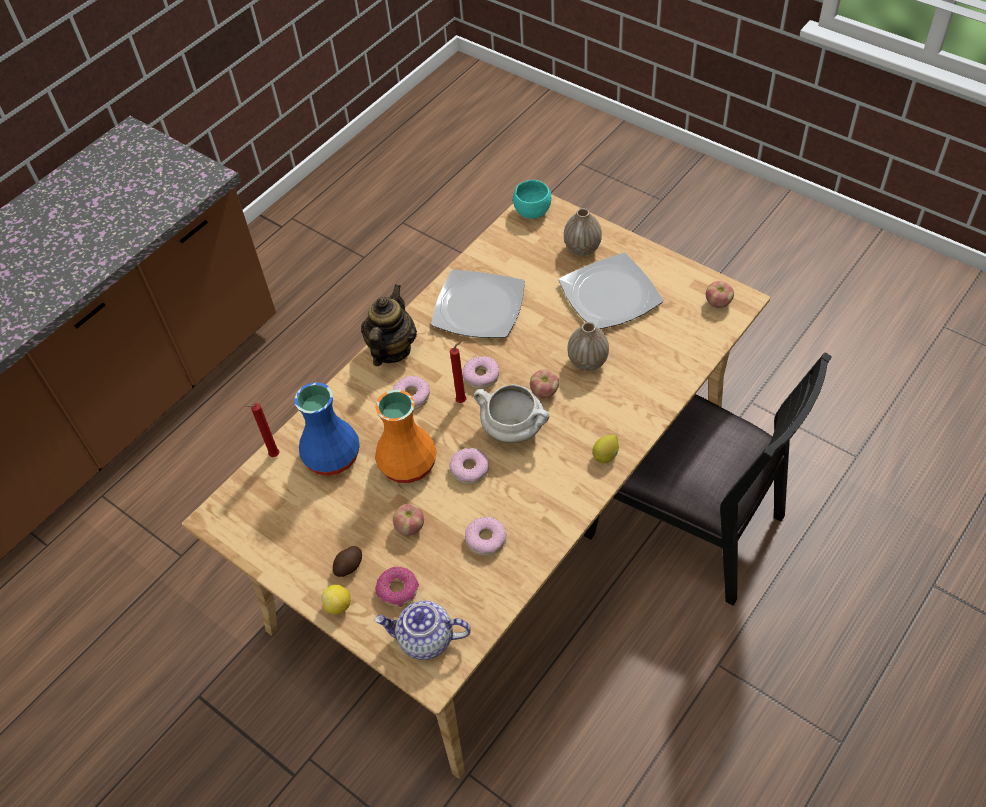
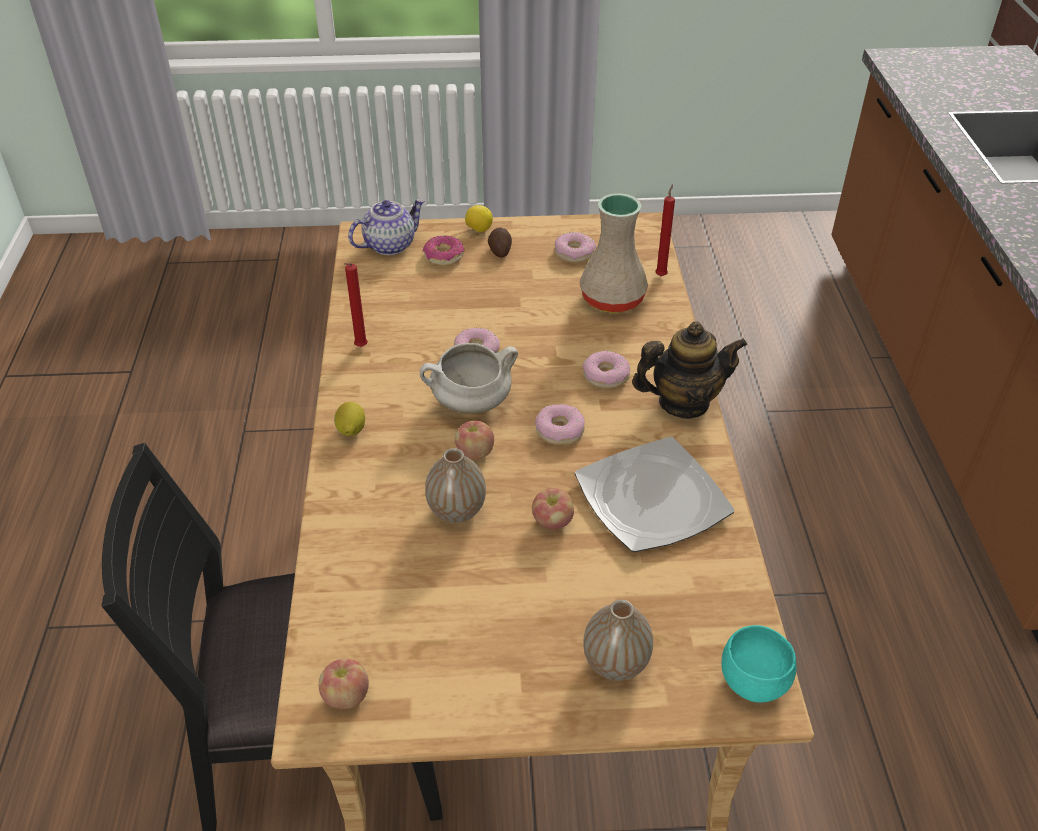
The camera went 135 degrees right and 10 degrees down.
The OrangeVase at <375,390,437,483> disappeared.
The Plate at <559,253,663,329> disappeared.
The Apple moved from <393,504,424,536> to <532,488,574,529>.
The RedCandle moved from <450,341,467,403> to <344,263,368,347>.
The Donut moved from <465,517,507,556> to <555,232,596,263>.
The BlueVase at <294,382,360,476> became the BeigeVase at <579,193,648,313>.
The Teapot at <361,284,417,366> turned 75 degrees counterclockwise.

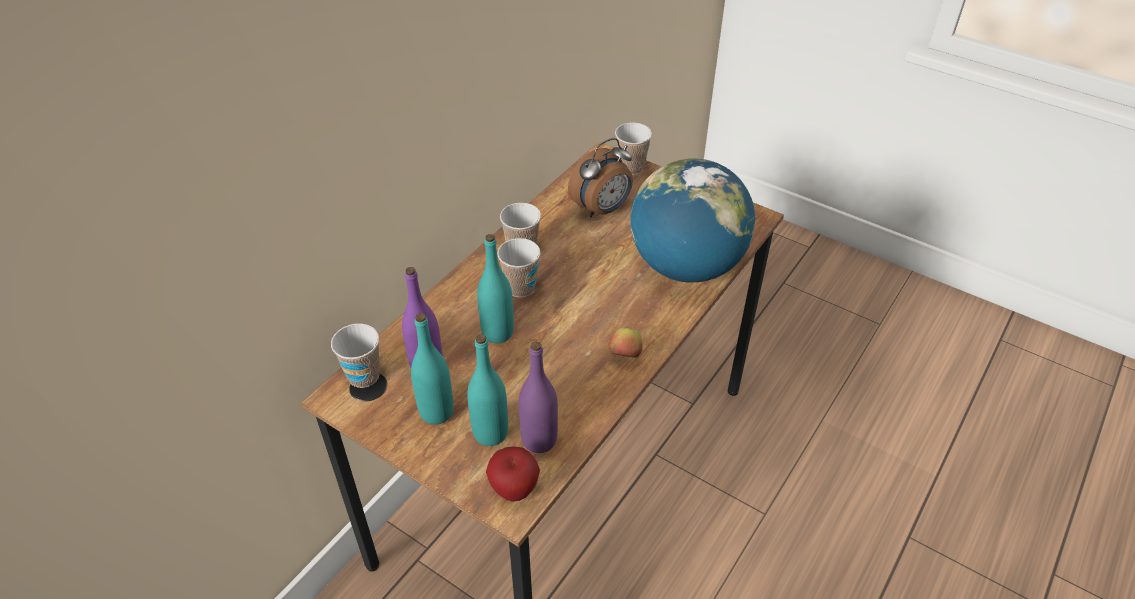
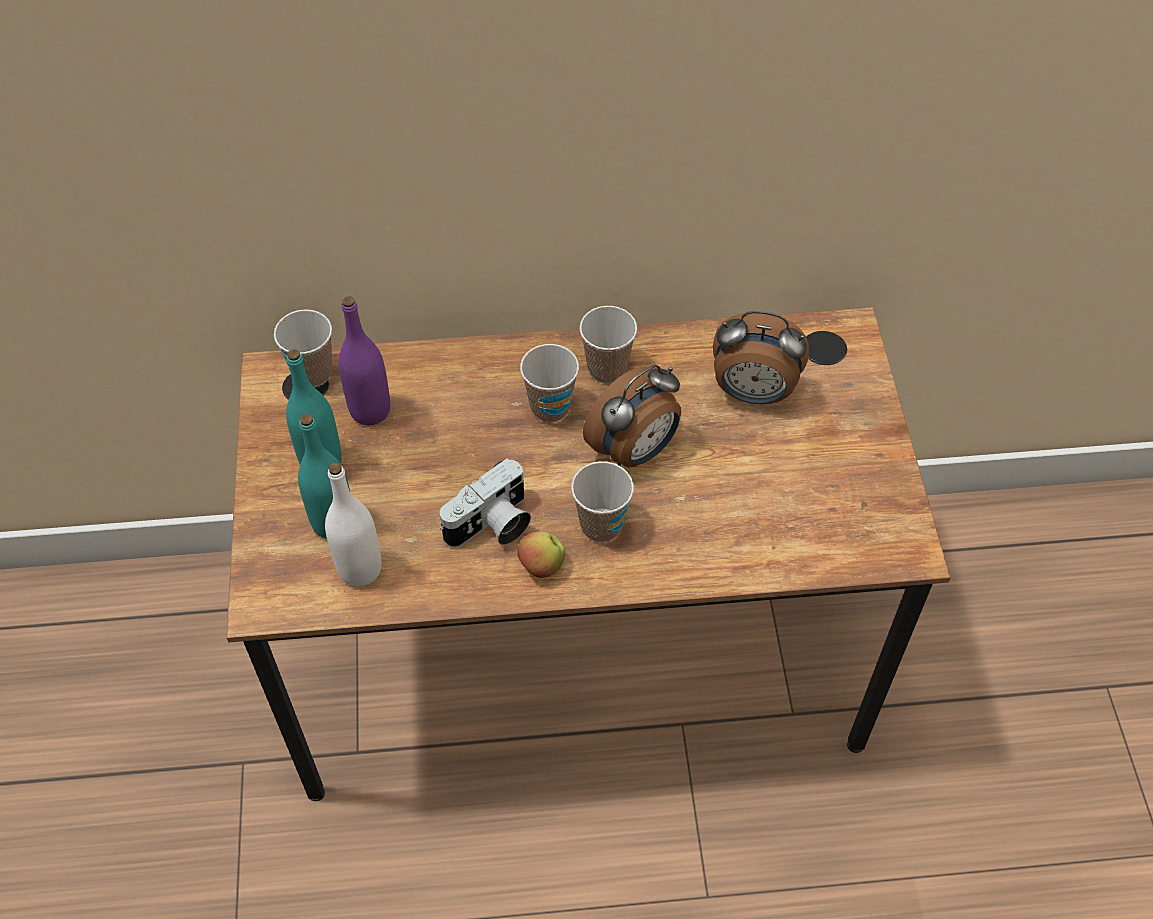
The camera went 50 degrees right and 10 degrees up.
The TurquoiseBottle at <477,234,514,343> disappeared.
The Apple at <486,446,540,502> disappeared.
The Globe at <630,158,755,282> disappeared.
The PhotoCamera at <440,458,531,548> appeared.
The AlarmClock at <583,365,681,468> appeared.
The Cup moved from <615,123,652,175> to <571,461,634,542>.
The PurpleBottle at <519,341,558,453> became the WhiteBottle at <325,462,382,587>.

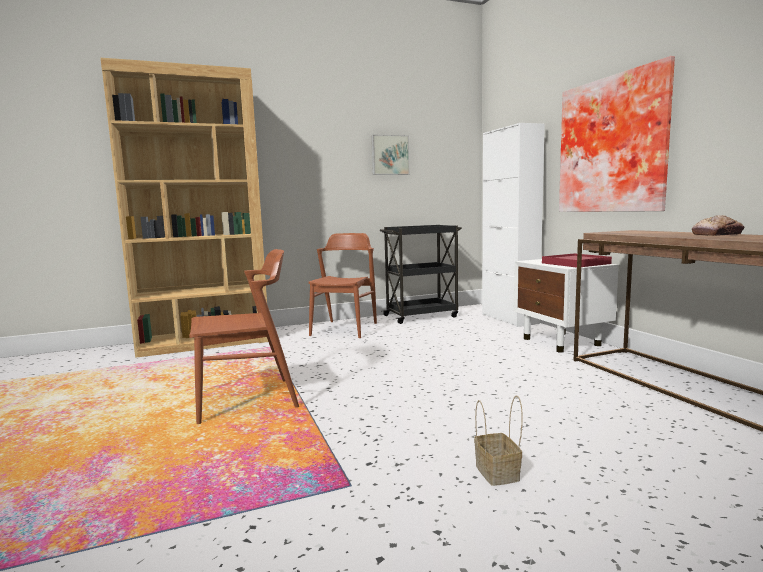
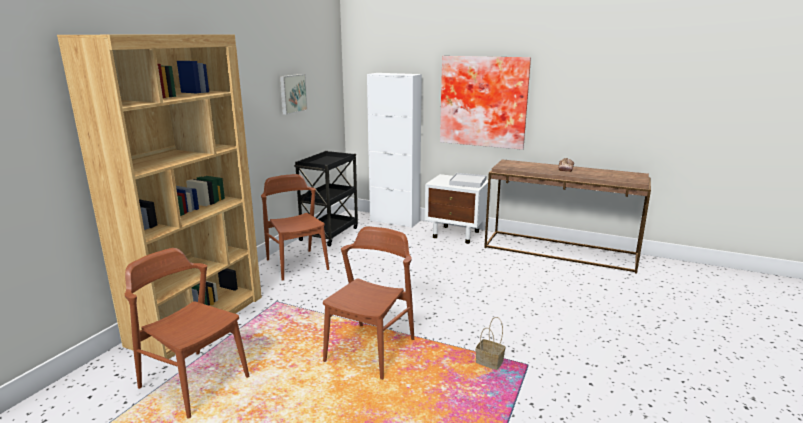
The camera went 45 degrees left and 10 degrees up.
The BrownChair at <125,248,249,418> appeared.
The Basket moved from <474,396,523,486> to <476,317,505,370>.
The RedTray at <542,253,612,268> became the WhiteTray at <449,173,486,188>.

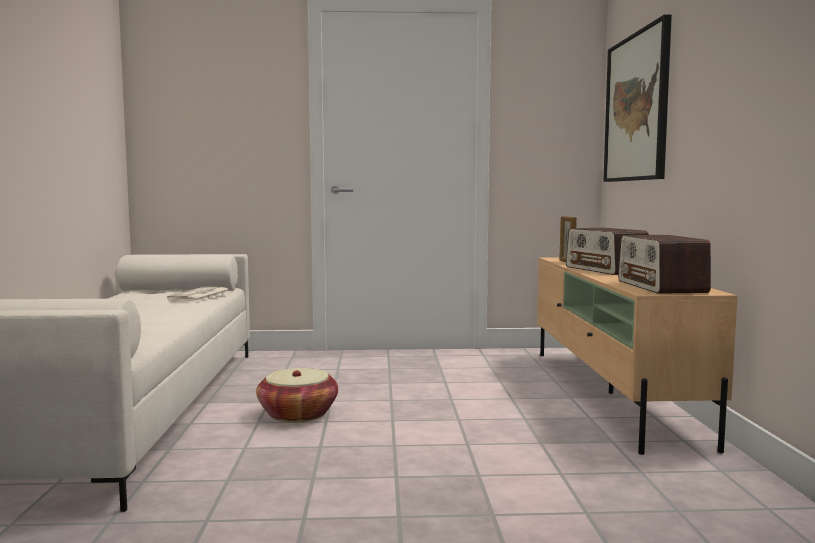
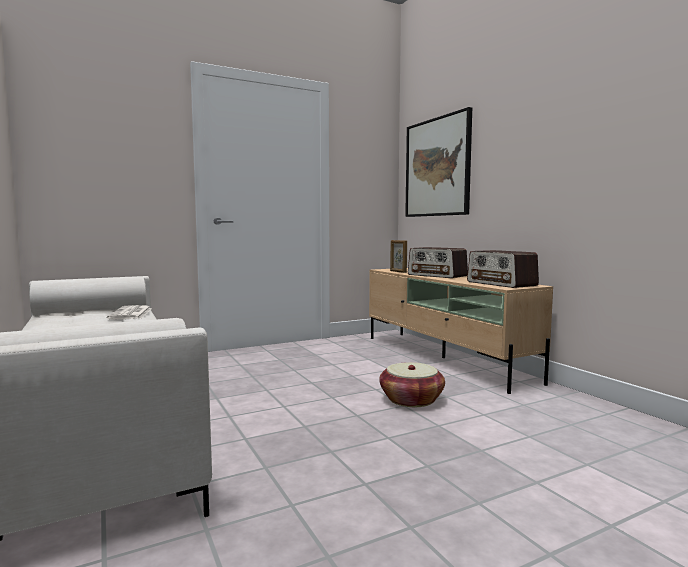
The camera went 25 degrees left and 0 degrees up.
The Basket moved from <256,368,338,422> to <379,362,445,407>.

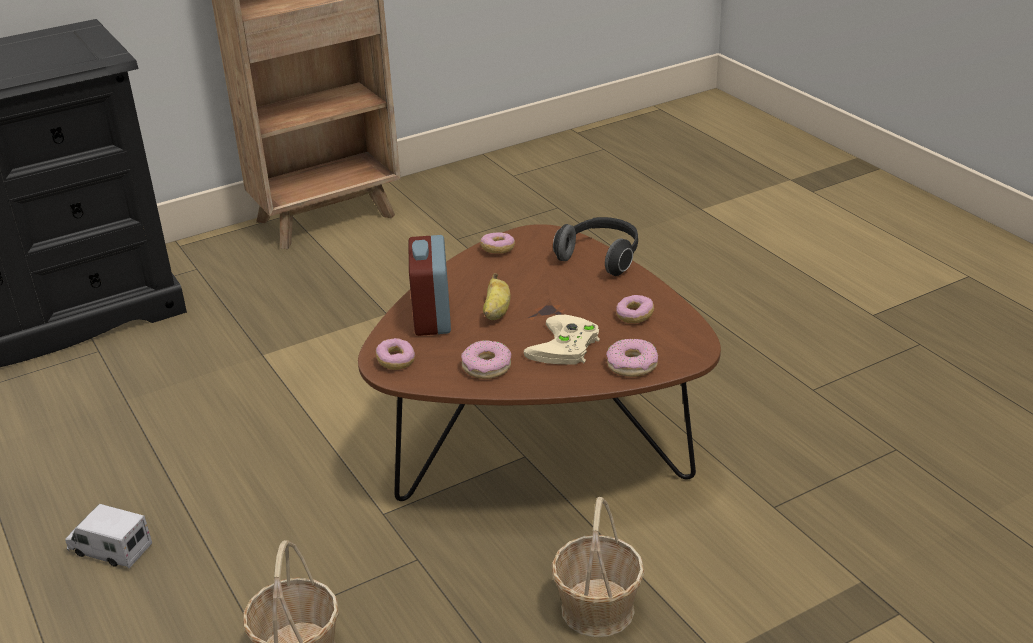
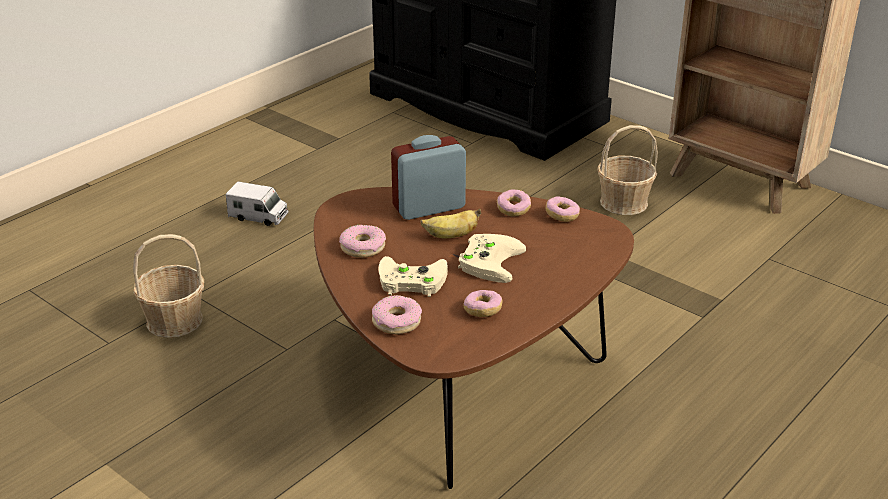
The camera went 70 degrees right and 0 degrees up.
The Headphones at <553,217,638,276> disappeared.
The BeigeGameController at <458,234,526,283> appeared.
The Donut moved from <376,338,415,370> to <497,189,531,217>.
The Basket moved from <552,497,645,637> to <597,125,658,215>.
The ToyTruck at <65,504,152,569> turned 105 degrees clockwise.

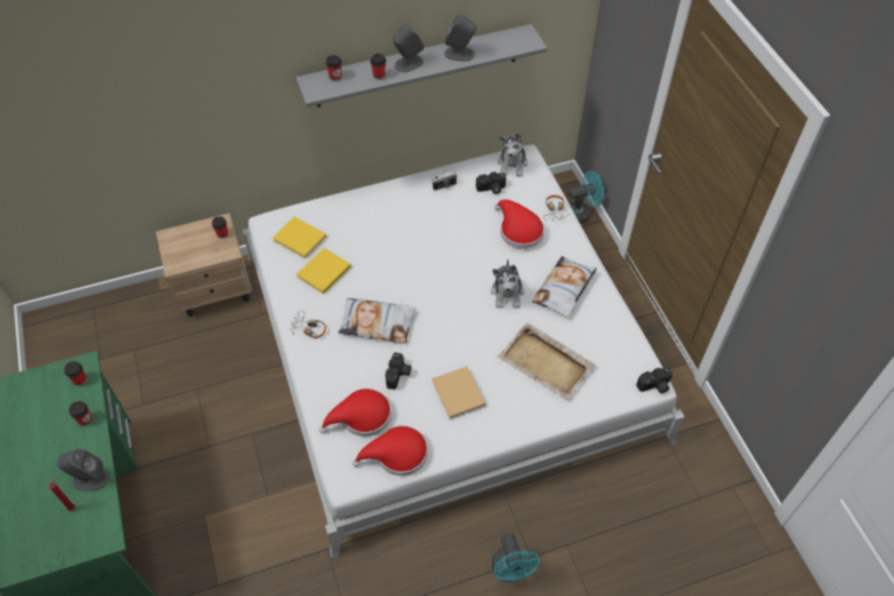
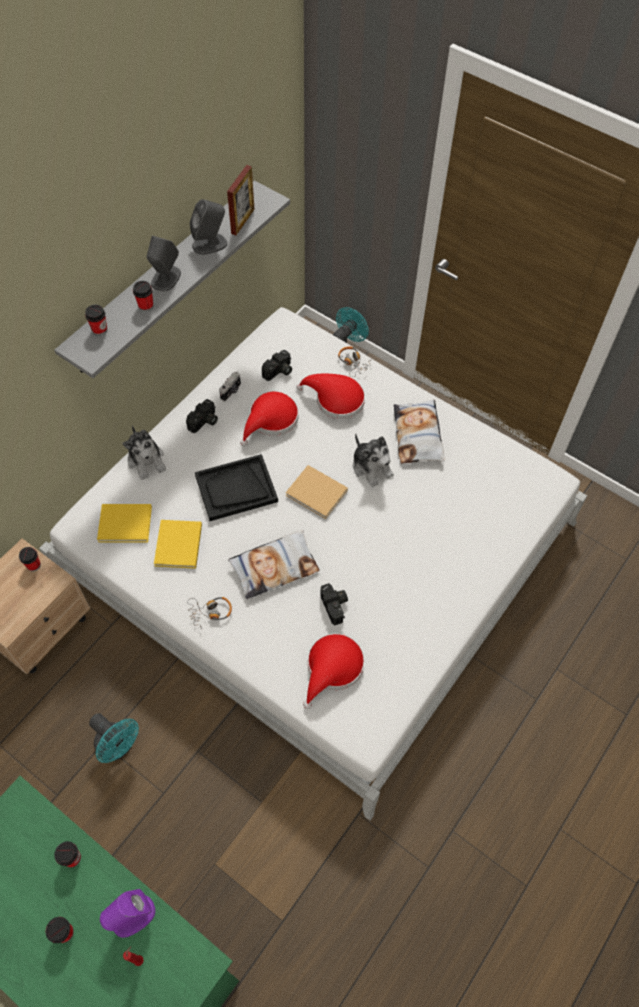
The camera went 35 degrees left and 5 degrees up.
The BeigeTray at <497,323,595,400> disappeared.
The BlackTray at <195,454,278,521> appeared.
The PictureFrame at <227,165,255,235> appeared.
The Cup moved from <64,361,87,386> to <46,917,74,943>.
The RedHat moved from <352,426,428,476> to <240,392,299,446>.
The BeigeBook moved from <432,366,486,419> to <285,465,348,519>.
The TurquoiseFan moved from <492,533,540,582> to <89,713,139,763>.
The PlushToy moved from <498,133,528,177> to <122,425,166,480>.
The PhotoCamera moved from <636,367,673,394> to <186,399,218,433>.
The GreySpeaker at <57,449,109,491> became the PurpleSpeaker at <100,889,155,938>.

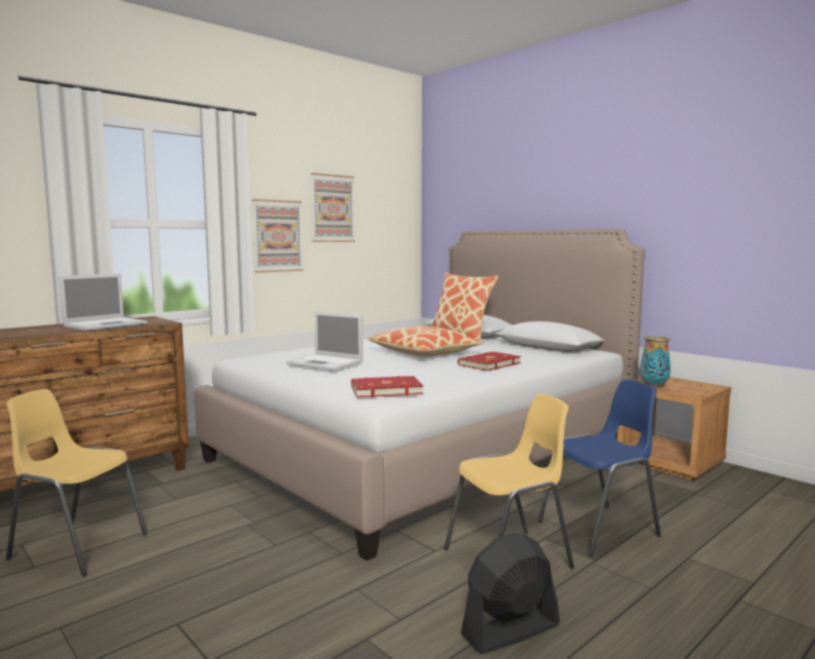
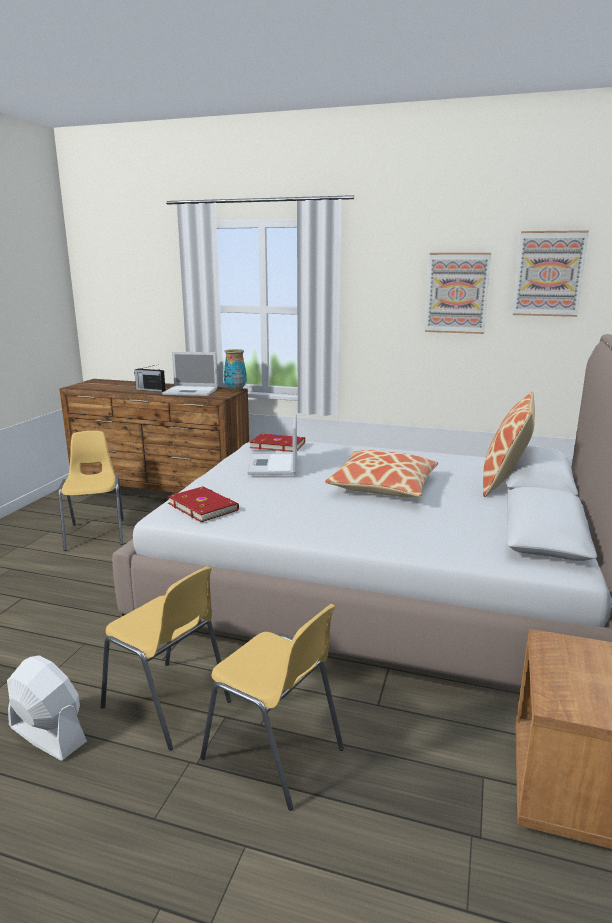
The camera went 60 degrees right and 10 degrees up.
The Radio at <134,365,166,392> appeared.
The Picture moved from <252,199,303,273> to <513,230,589,317>.
The RedBook moved from <458,351,521,371> to <250,434,305,452>.
The Vase moved from <640,336,671,388> to <224,349,247,391>.
The BlackFan at <461,533,560,654> became the WhiteFan at <7,655,87,760>.
The BlueChair at <538,379,661,557> became the YellowChair at <200,604,344,811>.

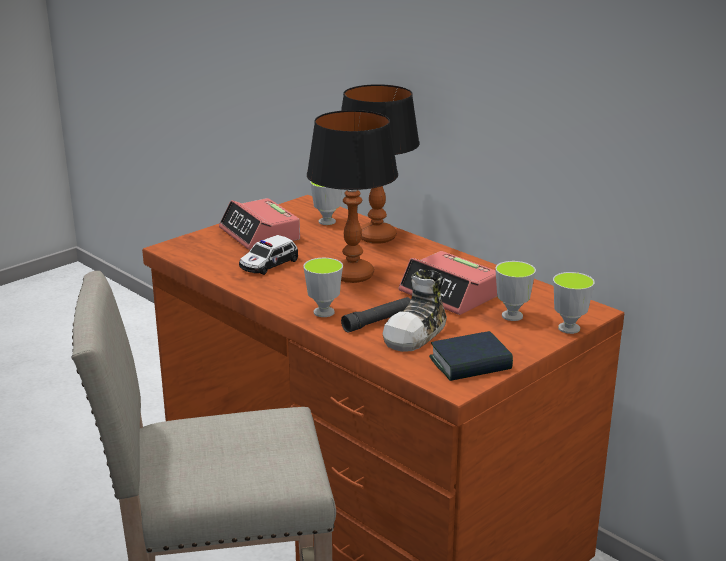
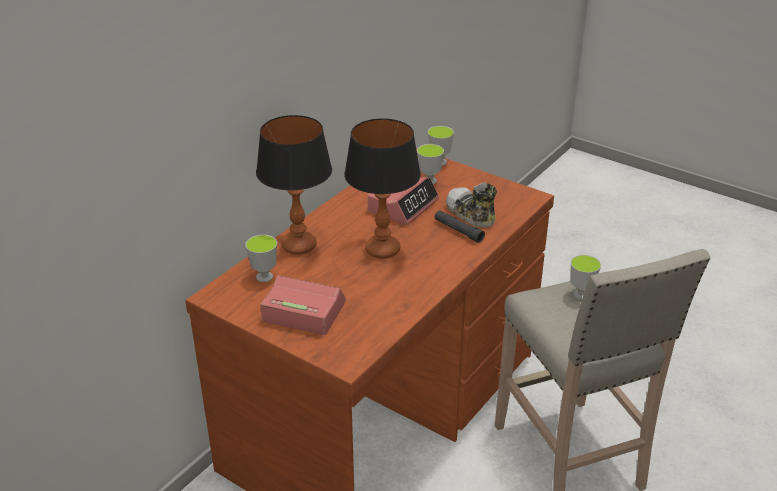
The camera went 100 degrees left and 10 degrees up.
The ToyCar at <239,235,298,275> disappeared.
The Book at <429,331,513,381> disappeared.
The Cup moved from <303,258,343,317> to <571,255,601,300>.
The AlarmClock at <219,198,300,250> turned 120 degrees counterclockwise.
The Shoe at <383,270,447,352> turned 150 degrees counterclockwise.

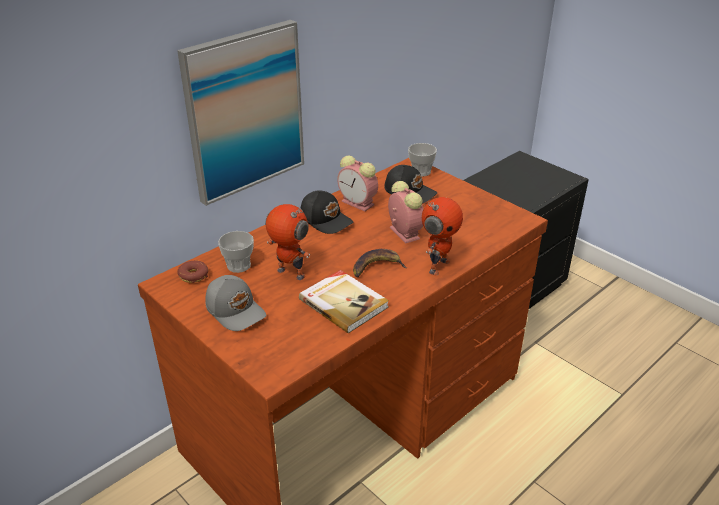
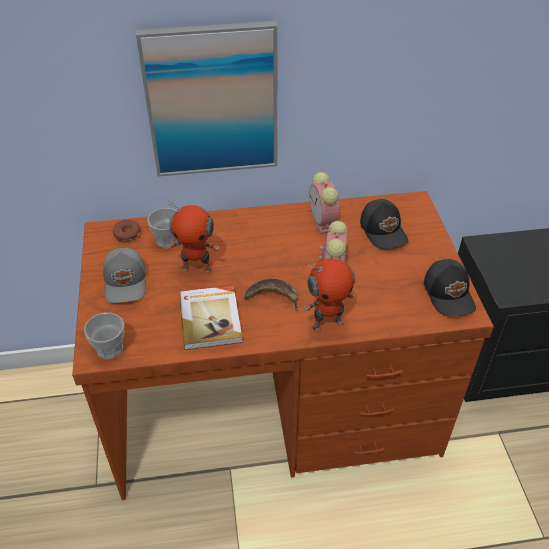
The camera went 35 degrees right and 10 degrees up.
The BlackCap moved from <300,190,354,234> to <424,259,476,316>.
The Cup moved from <408,143,437,177> to <84,313,124,359>.
The ToyRobot at <265,204,310,280> turned 120 degrees clockwise.

